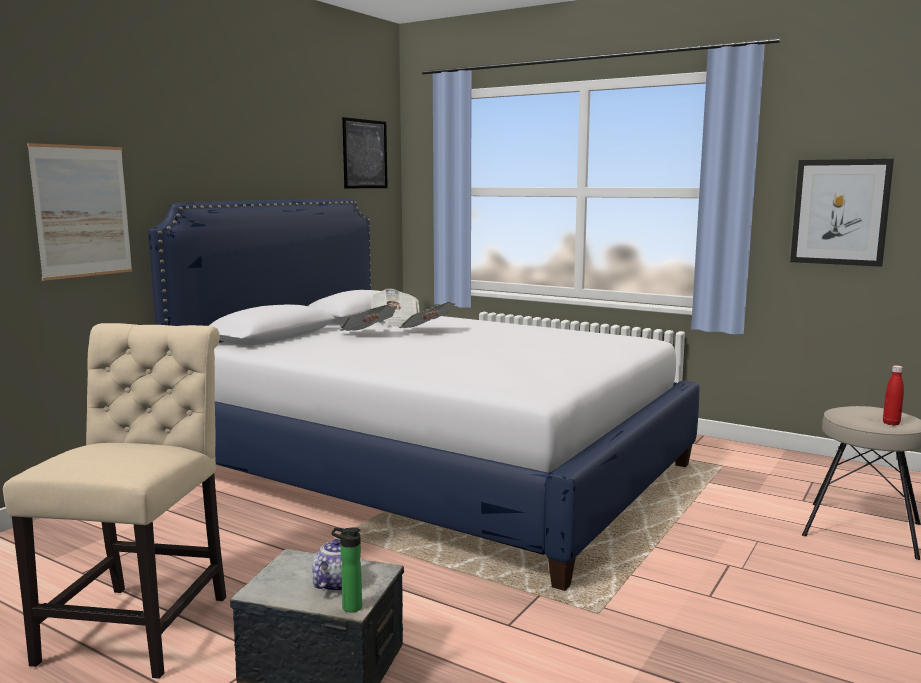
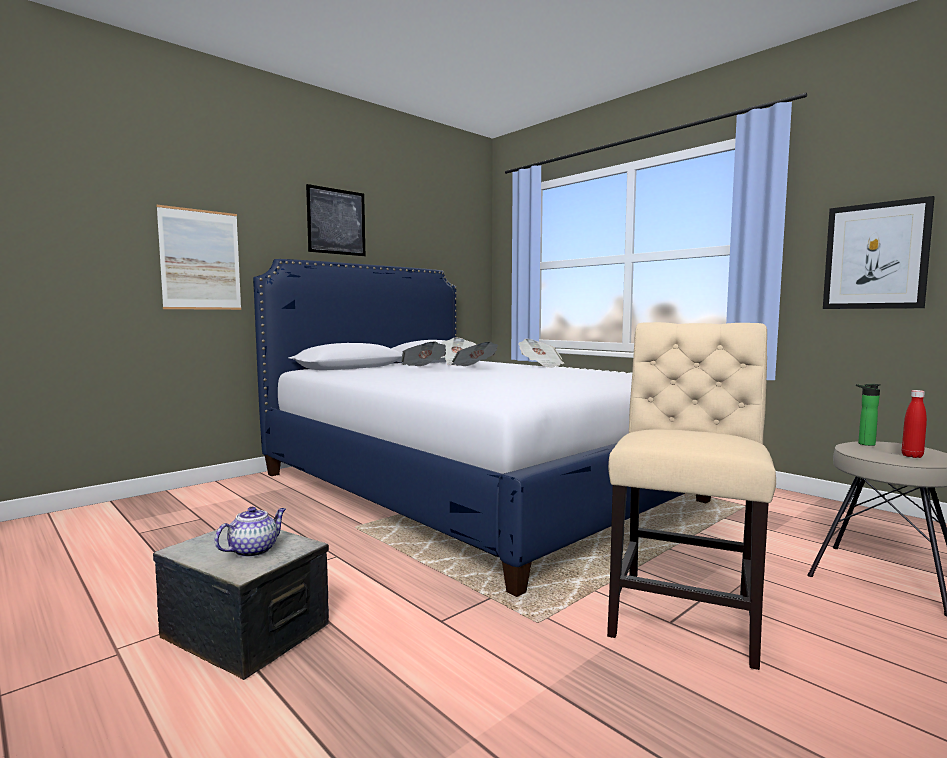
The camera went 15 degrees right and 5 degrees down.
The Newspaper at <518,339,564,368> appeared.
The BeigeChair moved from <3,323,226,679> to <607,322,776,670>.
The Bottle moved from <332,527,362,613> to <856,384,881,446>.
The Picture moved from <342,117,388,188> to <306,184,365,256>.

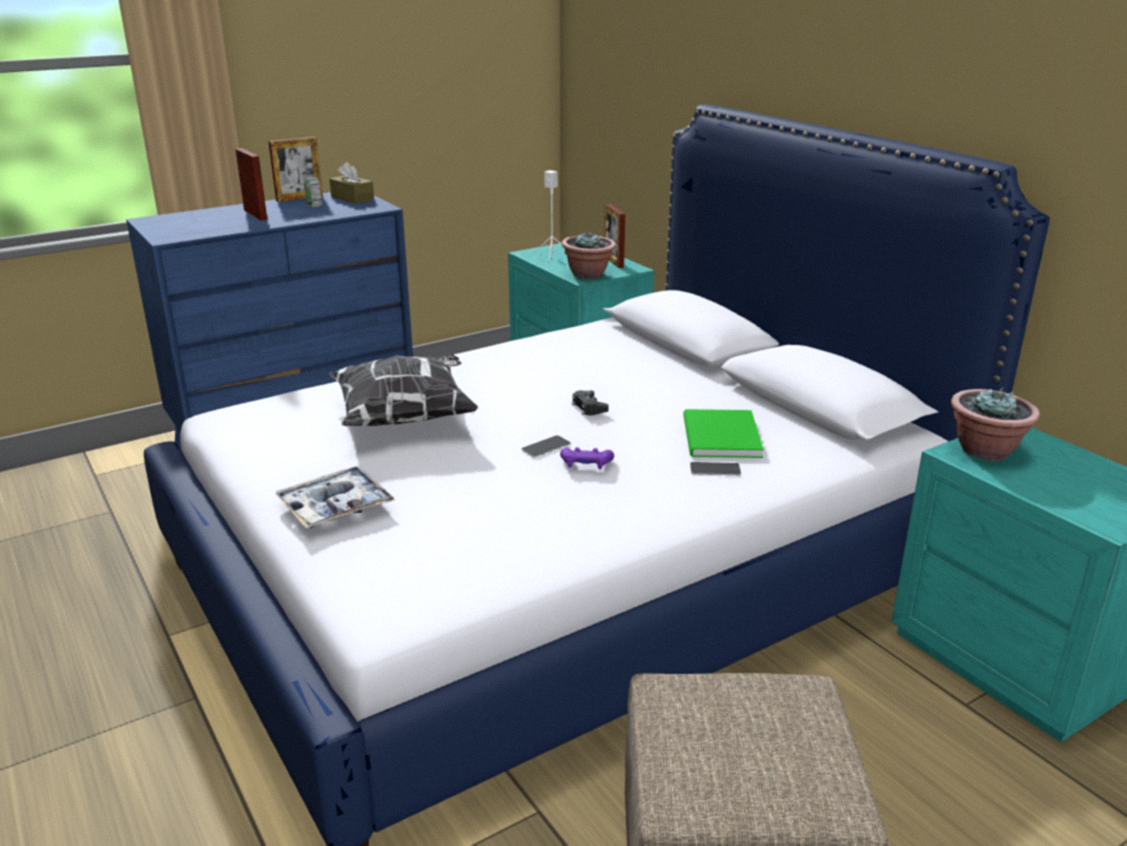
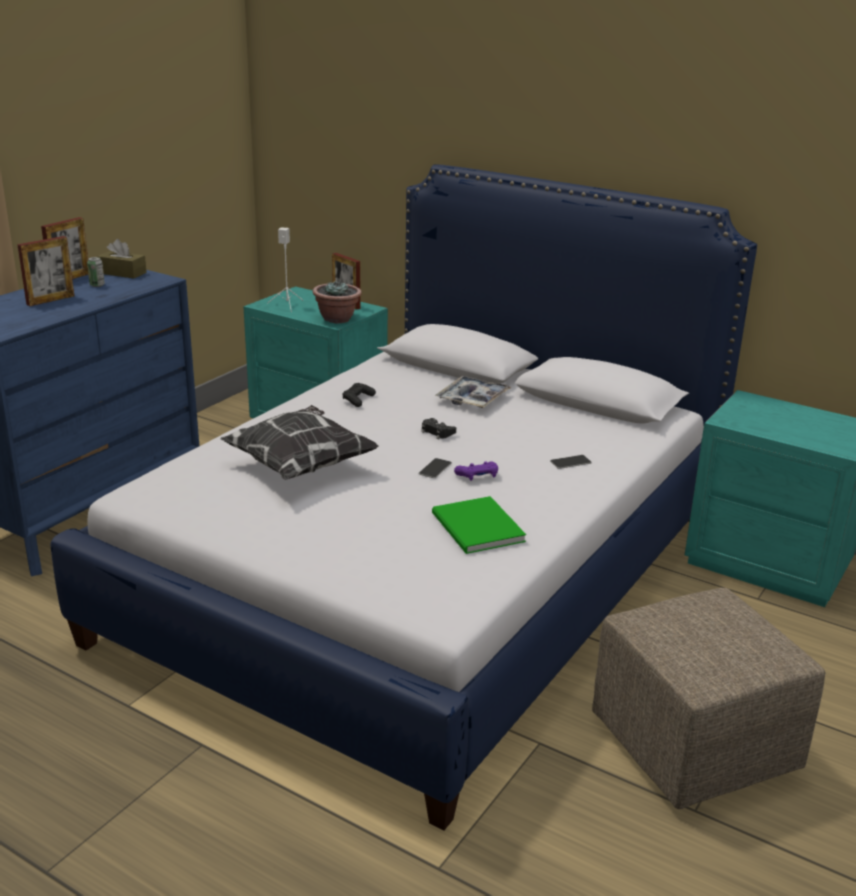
The camera went 25 degrees left and 0 degrees up.
The PottedPlant at <951,388,1040,461> disappeared.
The BlackGameController at <343,383,376,407> appeared.
The Tray moved from <275,466,395,528> to <436,376,511,408>.
The GreenBook moved from <684,409,764,458> to <432,496,526,554>.
The PictureFrame at <235,148,267,221> turned 105 degrees clockwise.

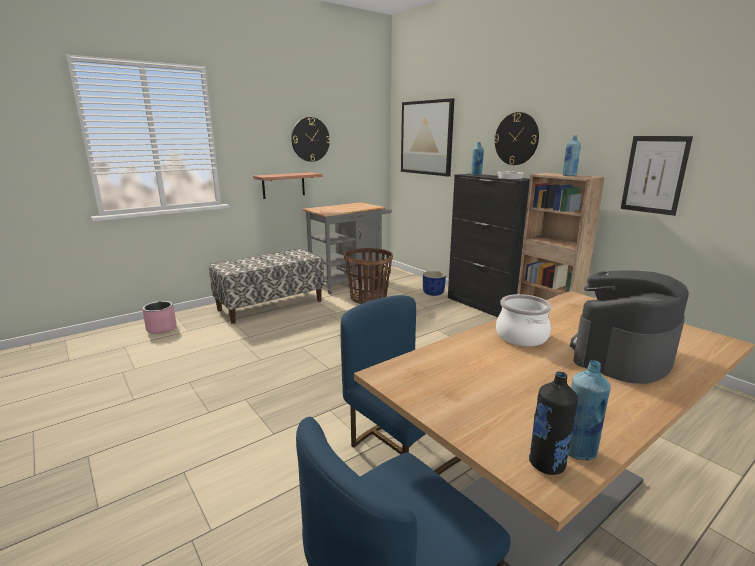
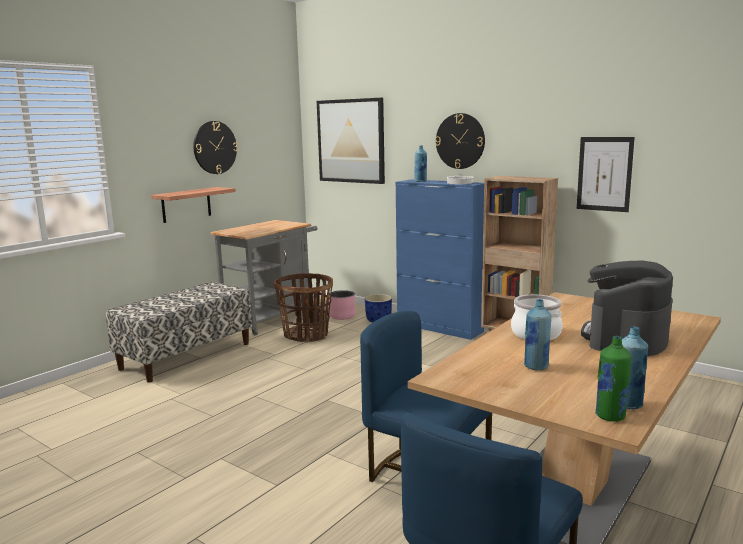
The camera went 15 degrees left and 5 degrees down.
The PinkPlanter moved from <142,301,177,334> to <329,290,356,320>.
The BlueBottle moved from <562,136,581,176> to <524,299,551,370>.
The BlackCabinet at <448,173,530,317> became the BlueCabinet at <396,179,484,340>.
The BlackBottle at <529,372,578,475> became the GreenBottle at <595,336,631,422>.

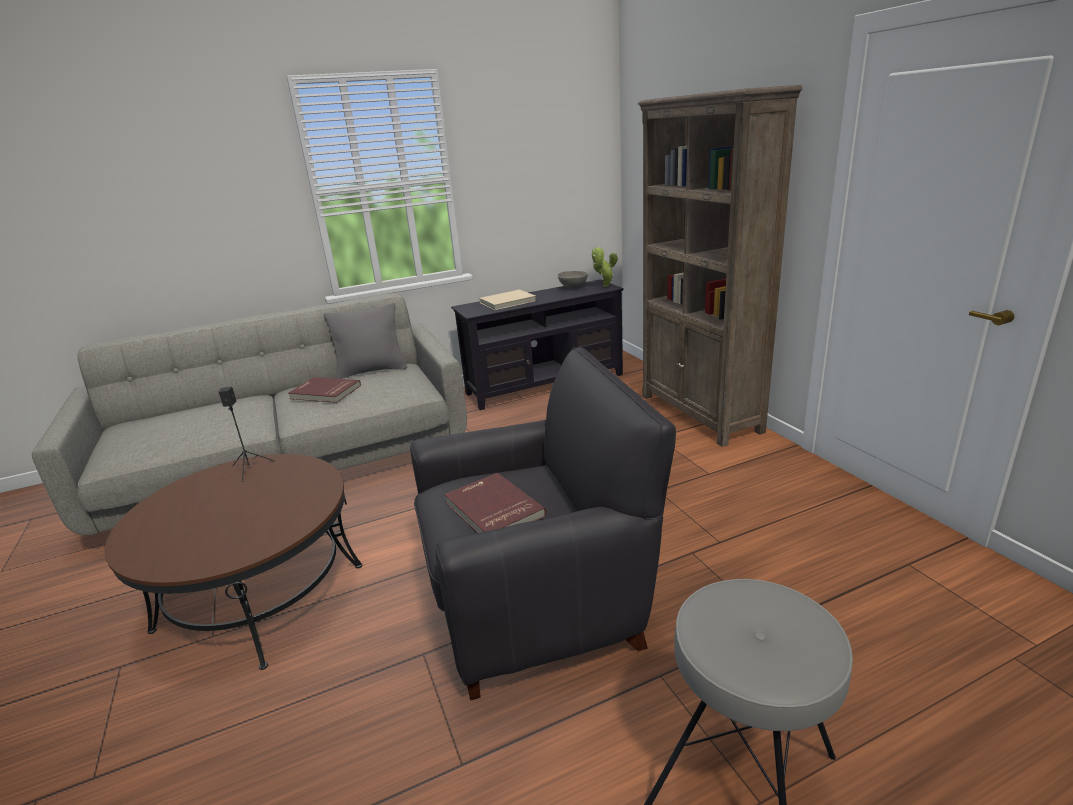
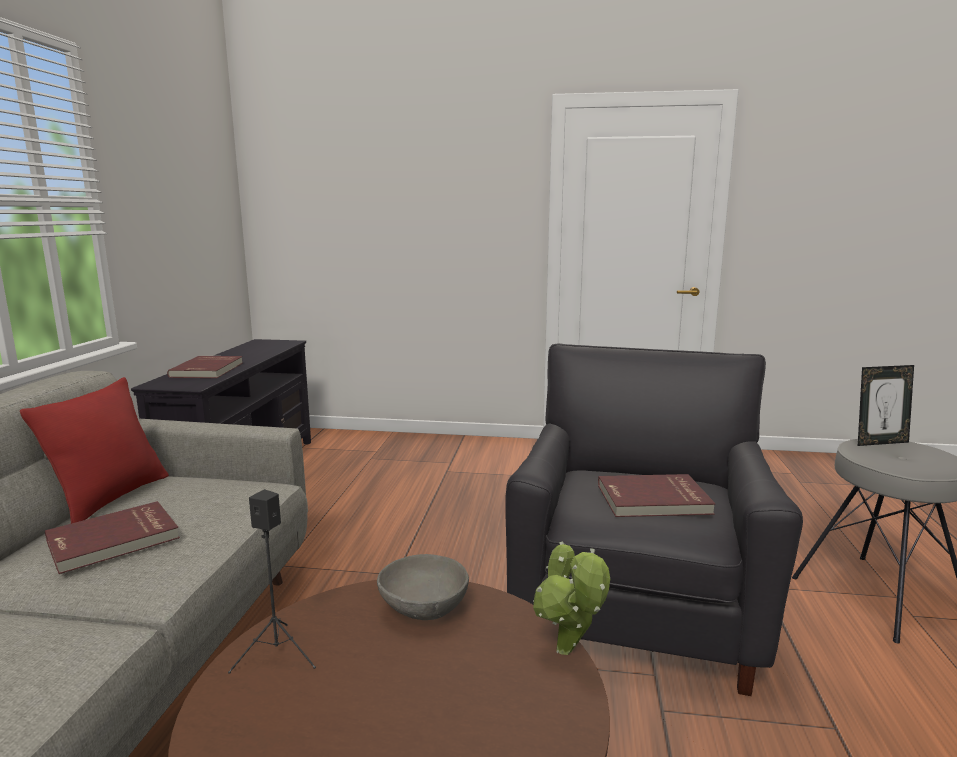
The camera went 60 degrees left and 10 degrees down.
The BrownBookcase at <638,85,803,447> disappeared.
The PictureFrame at <858,365,914,446> appeared.
The GreyBowl moved from <558,271,588,288> to <377,554,469,620>.
The PottedPlant moved from <592,247,618,287> to <533,542,610,655>.
The GreyPillow at <324,303,407,379> became the RedPillow at <20,377,169,524>.
The BeigeBook at <479,289,536,310> became the RedBook at <167,356,243,378>.

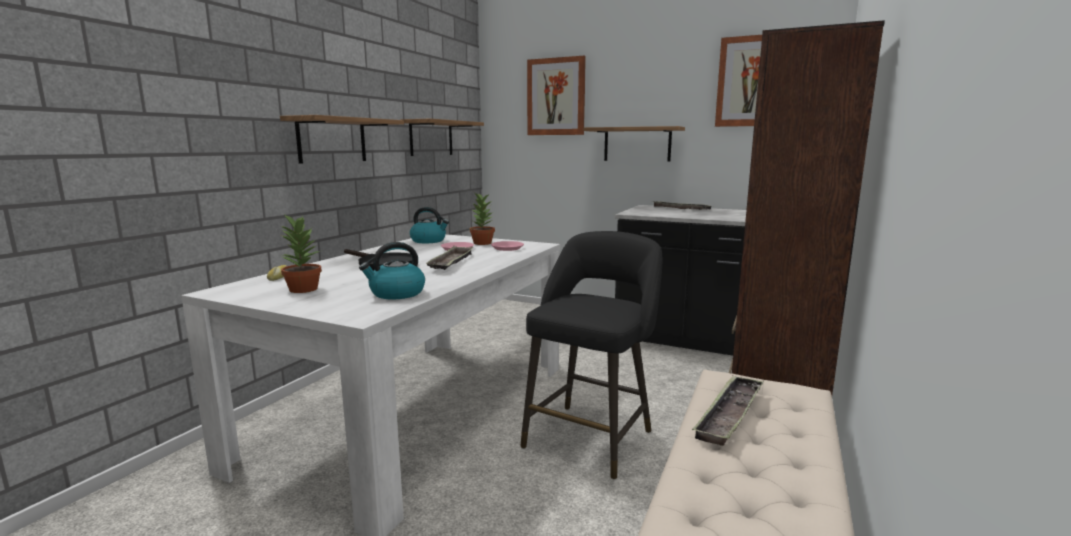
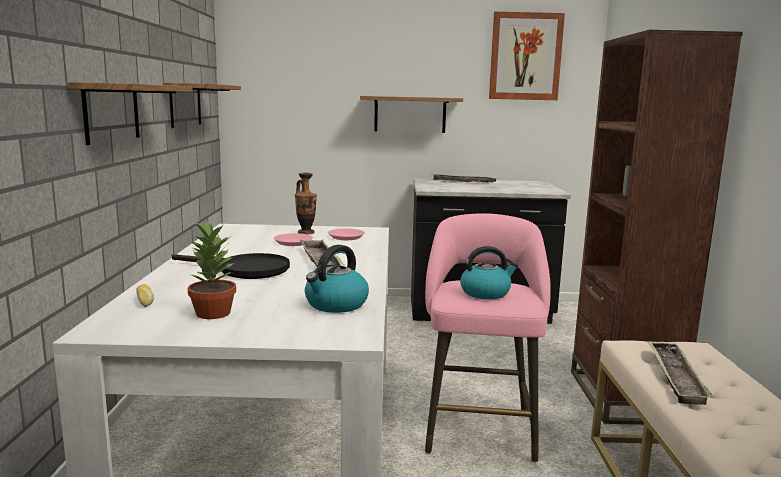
The camera went 25 degrees left and 0 degrees up.
The Picture at <527,56,586,135> disappeared.
The Kettle moved from <410,207,449,243> to <460,246,518,299>.
The PottedPlant at <470,193,495,245> was replaced by the Vase at <295,173,317,234>.
The BlackStool at <521,231,662,480> became the PinkStool at <425,213,551,463>.

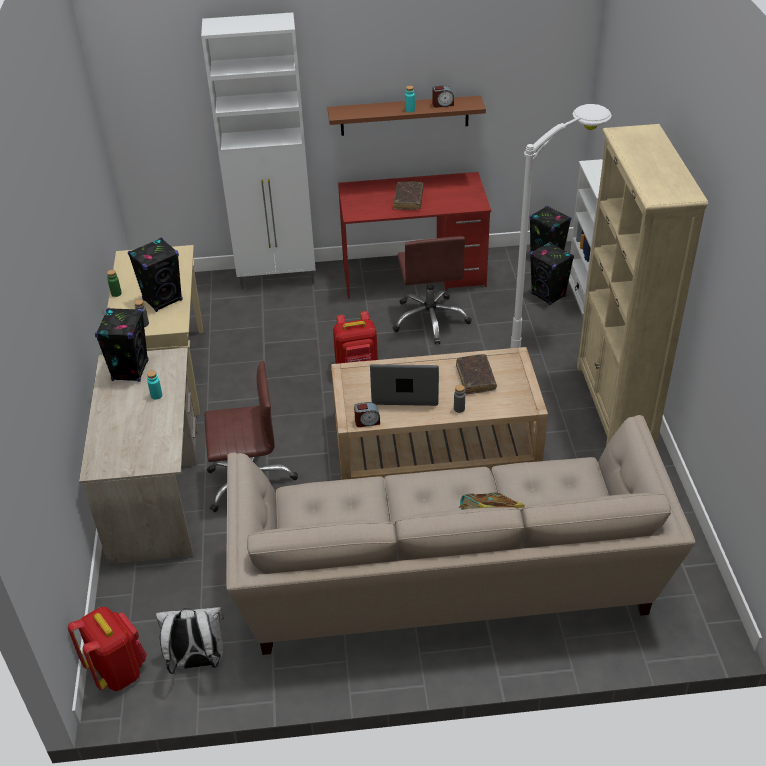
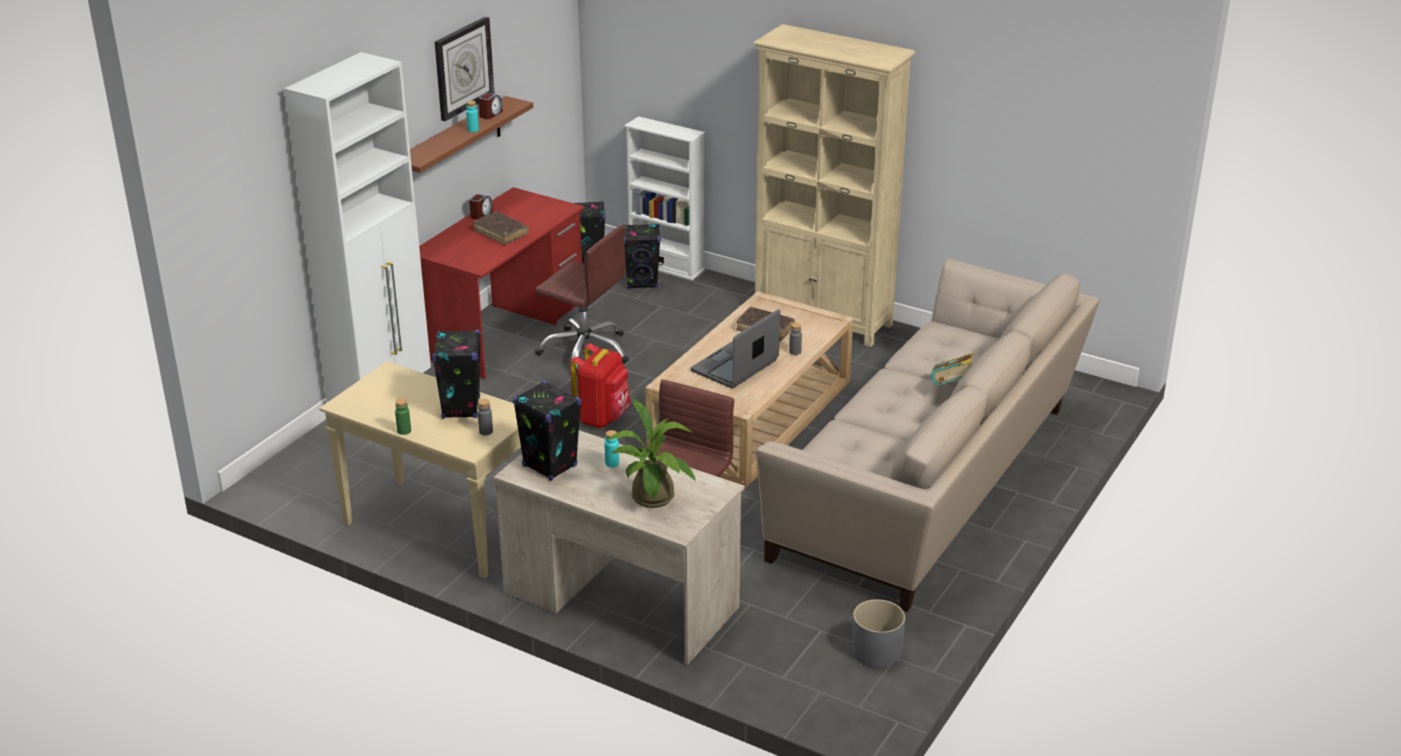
The camera went 55 degrees left and 10 degrees down.
The RedBackpack at <68,607,147,691> disappeared.
The WhiteFloorLamp at <511,104,612,348> disappeared.
The WallClock at <435,17,495,121> appeared.
The PottedPlant at <606,398,695,508> appeared.
The AlarmClock moved from <354,402,380,427> to <469,194,493,220>.
The WhiteBackpack at <156,607,224,674> was replaced by the GreyPlanter at <852,599,905,668>.

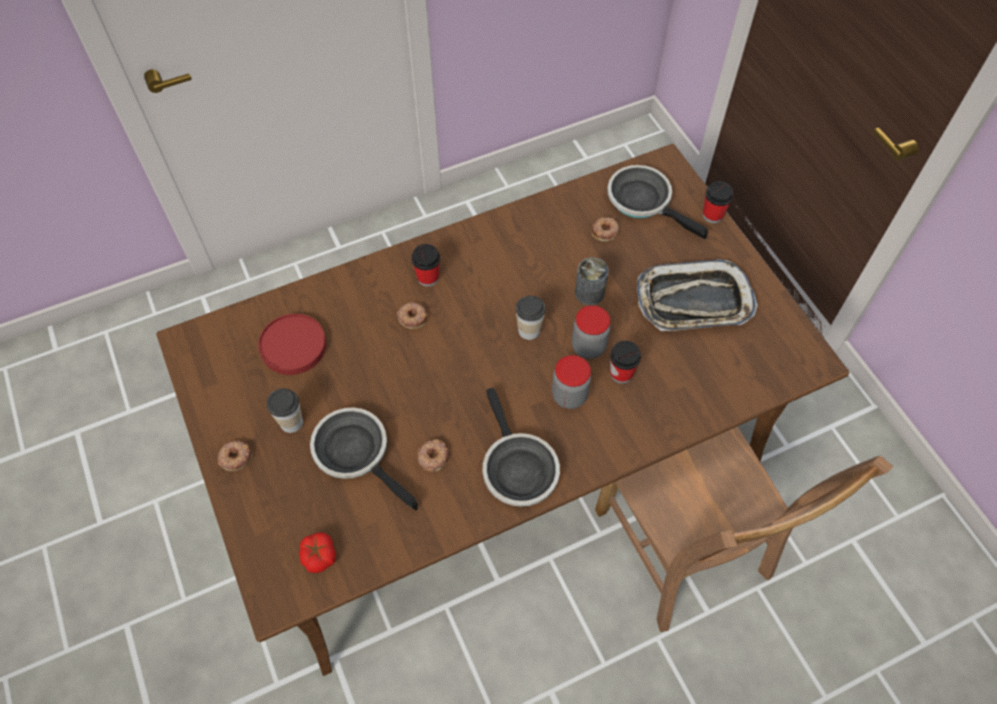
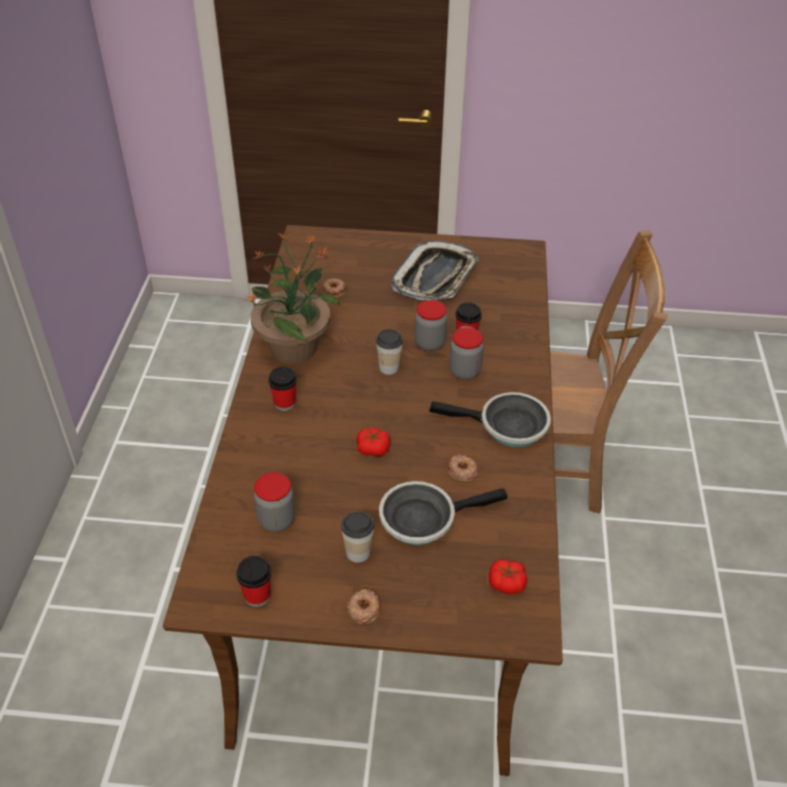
The camera went 60 degrees left and 15 degrees down.
The Donut at <397,302,428,329> disappeared.
The Can at <575,257,609,306> disappeared.
The FryingPan at <607,165,708,239> disappeared.
The PottedPlant at <247,233,340,364> appeared.
The Tomato at <356,427,390,456> appeared.
The Cup moved from <703,181,733,223> to <236,556,271,607>.
The RedPlate at <258,314,326,375> was replaced by the Jar at <254,472,295,532>.

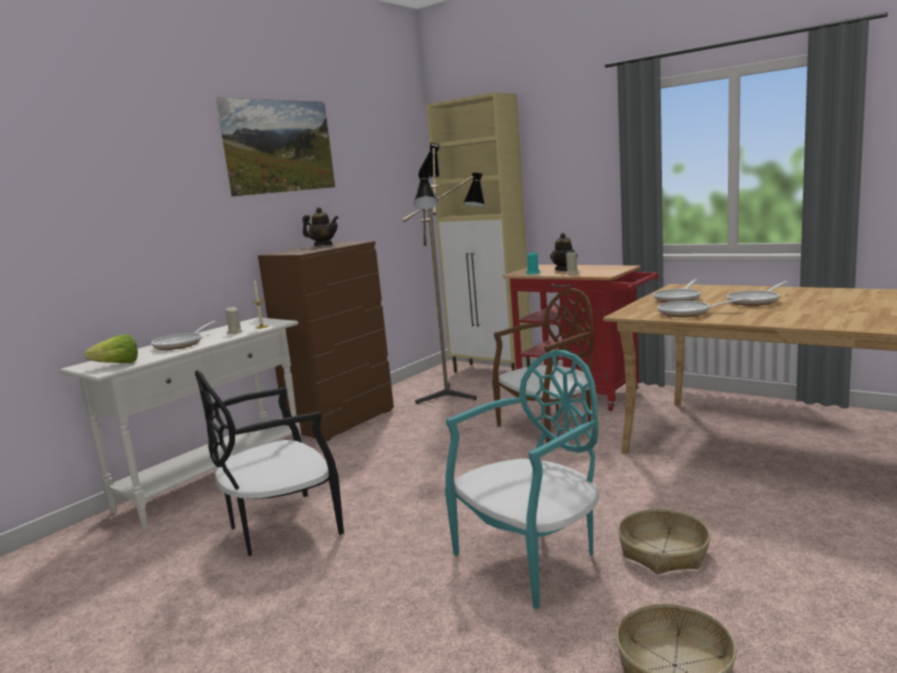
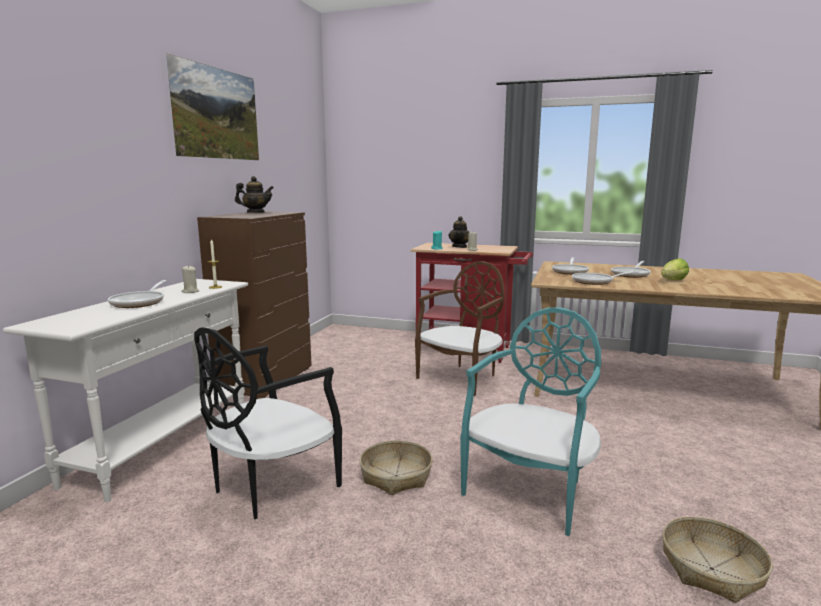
The camera went 20 degrees left and 0 degrees up.
The FloorLamp at <402,143,485,404> disappeared.
The BeigeCabinet at <426,92,532,372> disappeared.
The Lettuce moved from <84,334,138,363> to <661,258,689,280>.
The Basket moved from <618,509,711,574> to <360,440,433,495>.

